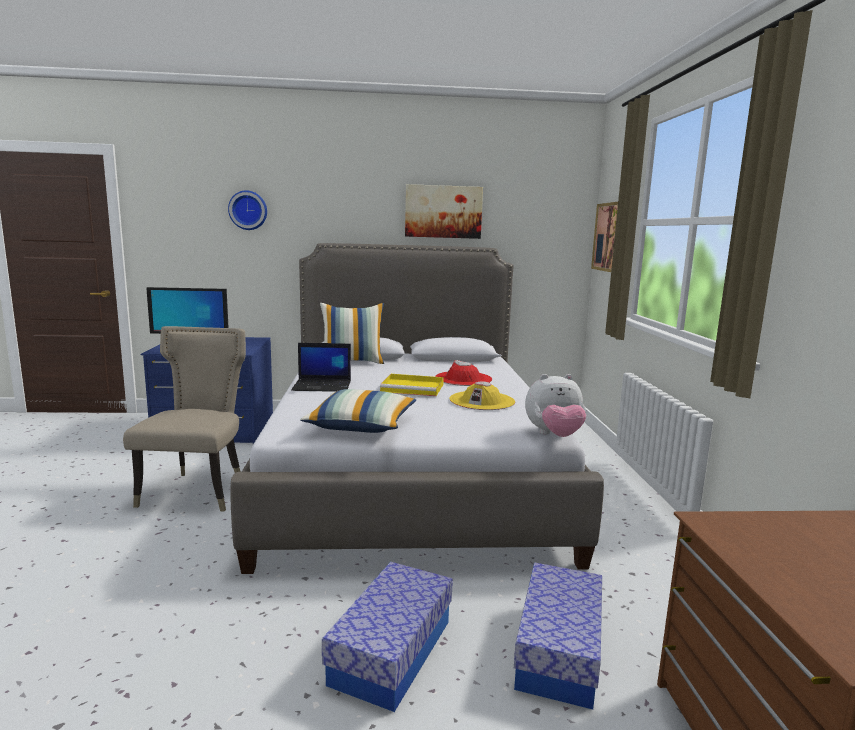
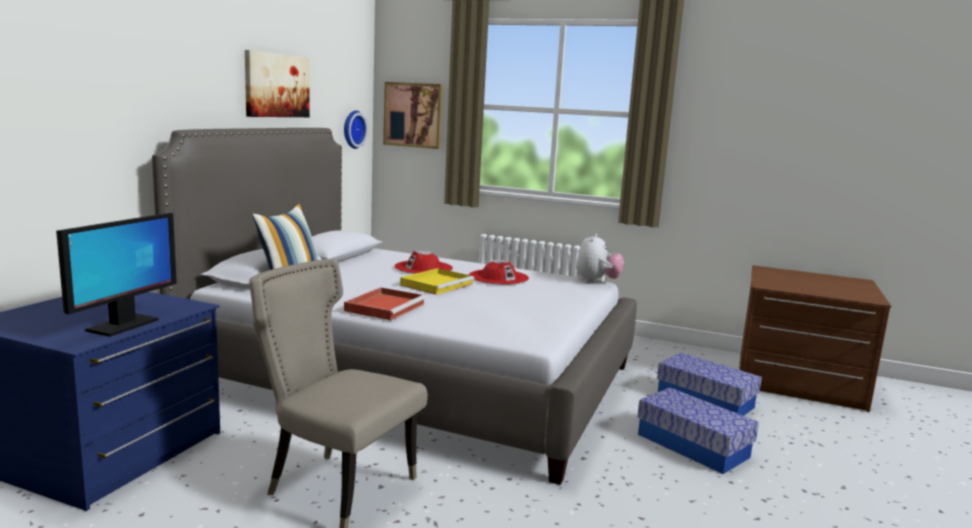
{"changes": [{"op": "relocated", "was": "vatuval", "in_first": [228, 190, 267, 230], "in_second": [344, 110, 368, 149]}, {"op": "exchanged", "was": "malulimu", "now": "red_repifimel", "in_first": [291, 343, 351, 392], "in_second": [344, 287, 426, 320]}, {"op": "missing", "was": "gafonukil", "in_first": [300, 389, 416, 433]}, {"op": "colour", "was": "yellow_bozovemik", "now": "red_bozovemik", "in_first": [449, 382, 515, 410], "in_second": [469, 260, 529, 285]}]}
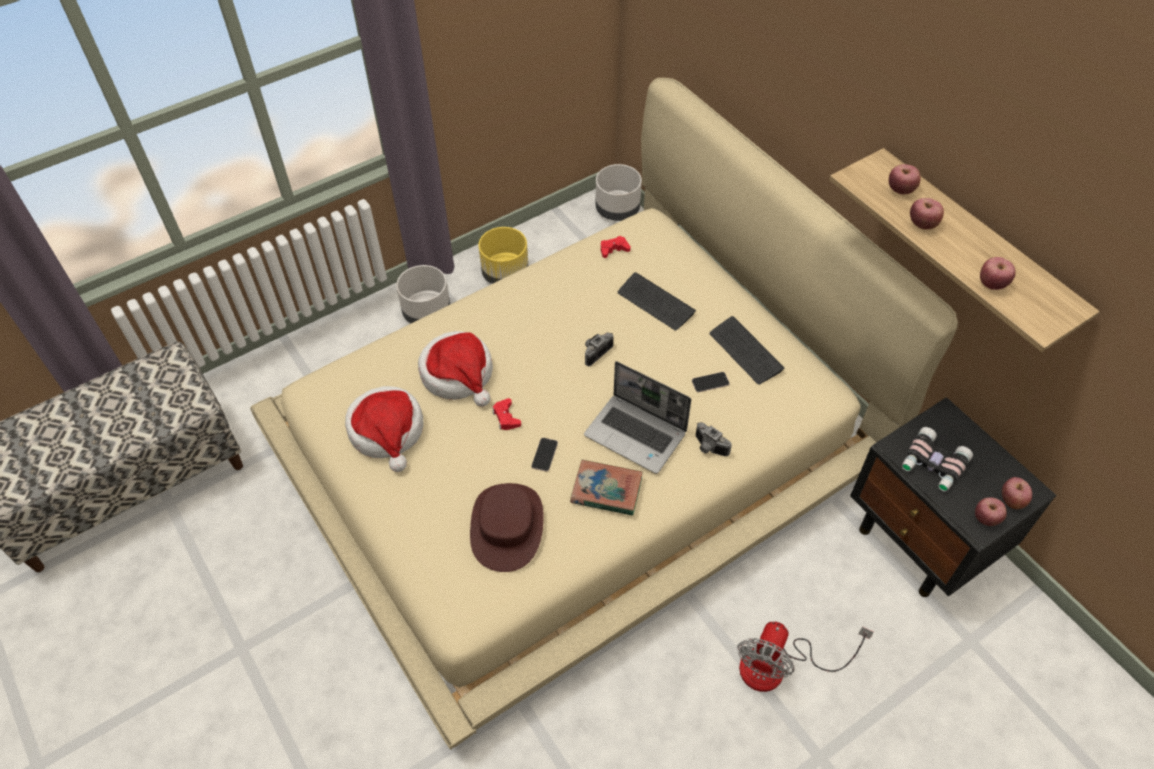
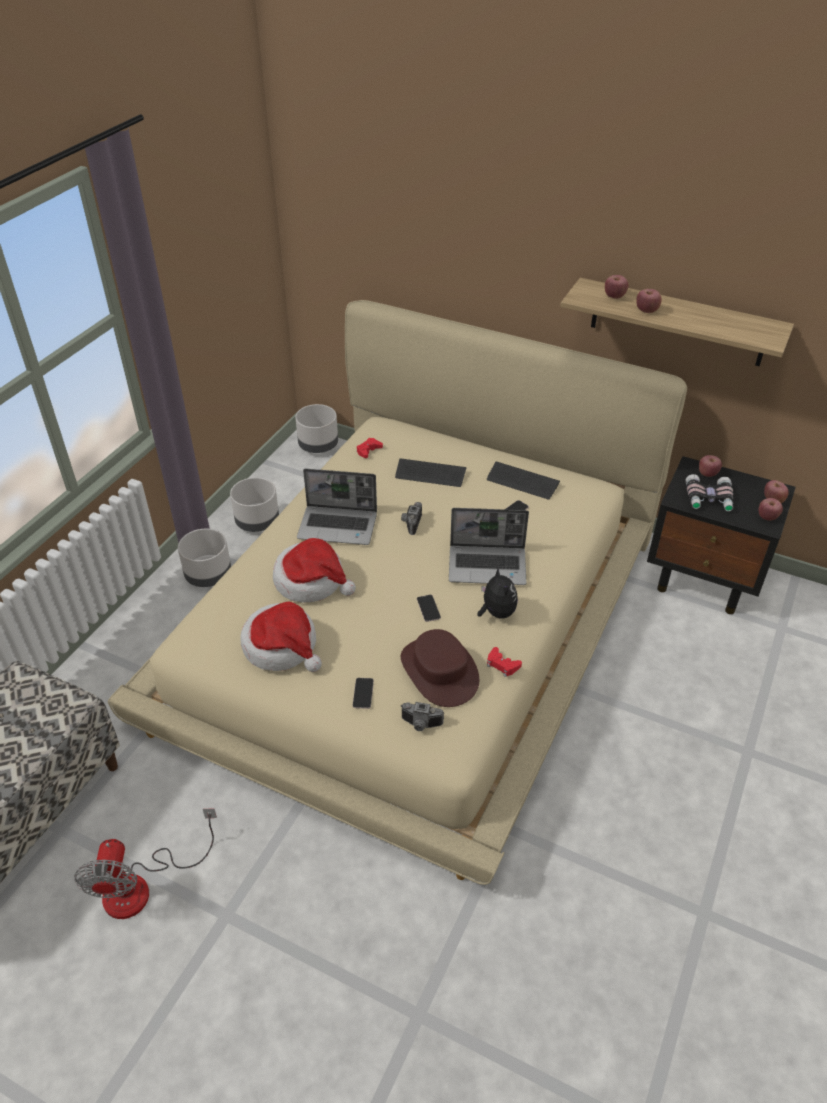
{"changes": [{"op": "colour", "was": "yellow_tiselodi", "now": "grey_tiselodi", "in_first": [479, 227, 528, 284], "in_second": [230, 477, 279, 532]}, {"op": "relocated", "was": "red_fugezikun", "in_first": [493, 398, 521, 430], "in_second": [487, 647, 522, 677]}, {"op": "exchanged", "was": "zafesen", "now": "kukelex", "in_first": [570, 460, 643, 515], "in_second": [477, 567, 518, 619]}, {"op": "relocated", "was": "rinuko", "in_first": [696, 422, 732, 456], "in_second": [401, 702, 445, 731]}, {"op": "relocated", "was": "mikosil", "in_first": [737, 622, 874, 692], "in_second": [74, 808, 217, 919]}, {"op": "relocated", "was": "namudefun", "in_first": [980, 257, 1016, 290], "in_second": [699, 455, 722, 477]}, {"op": "appeared", "now": "malulimu", "in_second": [297, 469, 377, 545]}, {"op": "appeared", "now": "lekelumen", "in_second": [353, 678, 374, 709]}]}
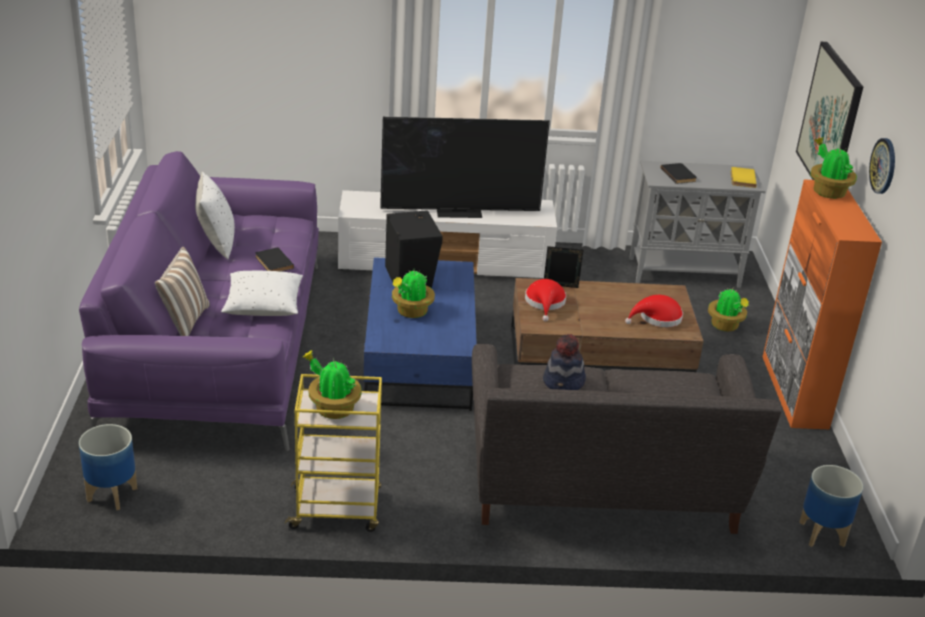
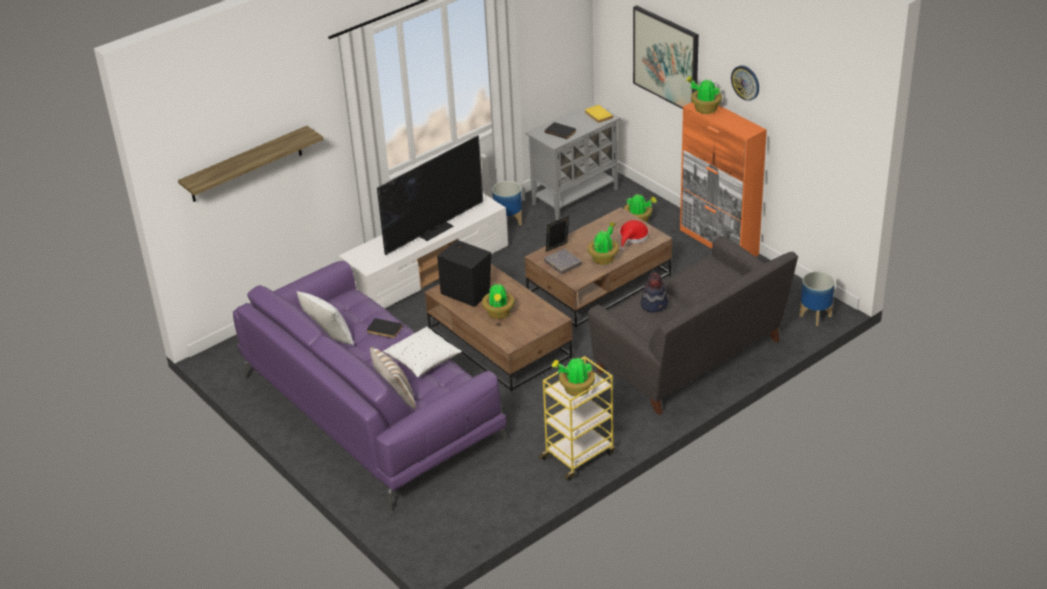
{"changes": [{"op": "relocated", "was": "tiselodi", "in_first": [79, 424, 137, 510], "in_second": [492, 181, 522, 225]}, {"op": "colour", "was": "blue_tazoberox", "now": "brown_tazoberox", "in_first": [364, 257, 477, 411], "in_second": [425, 264, 572, 392]}, {"op": "exchanged", "was": "red_bozovemik", "now": "grey_zafesen", "in_first": [525, 279, 566, 321], "in_second": [544, 248, 582, 274]}, {"op": "appeared", "now": "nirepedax", "in_second": [178, 126, 324, 202]}, {"op": "appeared", "now": "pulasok", "in_second": [588, 222, 619, 265]}]}
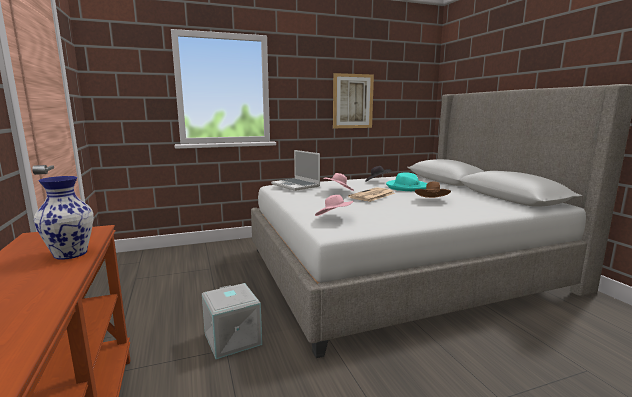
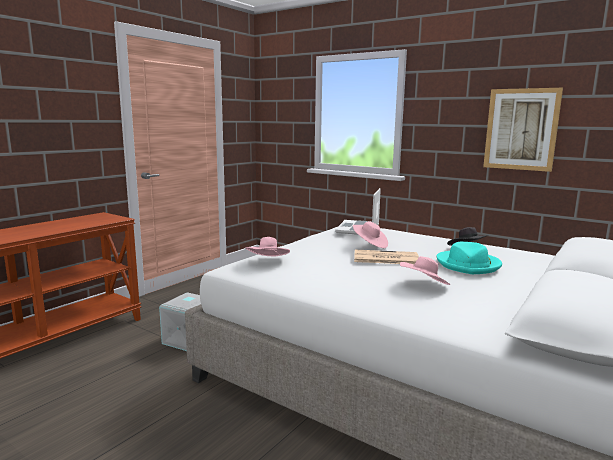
{"changes": [{"op": "missing", "was": "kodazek", "in_first": [34, 176, 94, 260]}, {"op": "colour", "was": "brown_bozovemik", "now": "pink_bozovemik", "in_first": [415, 182, 451, 198], "in_second": [400, 256, 450, 285]}]}
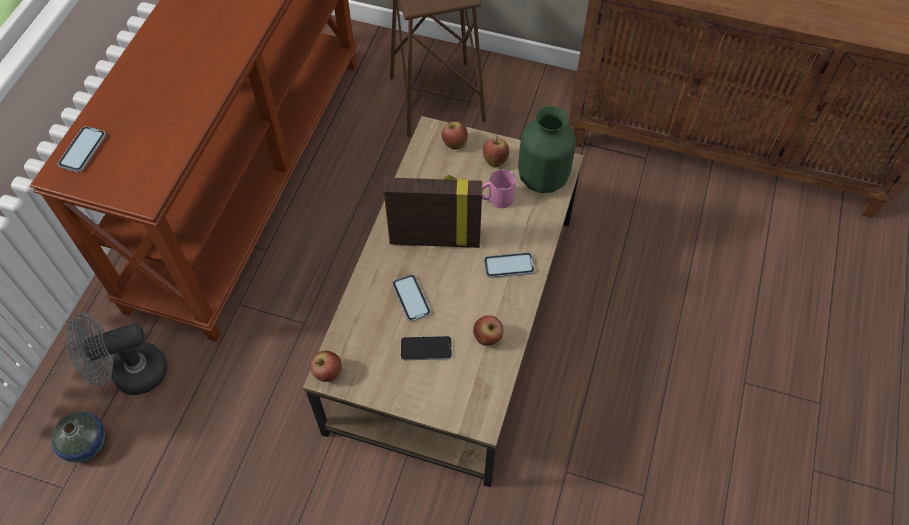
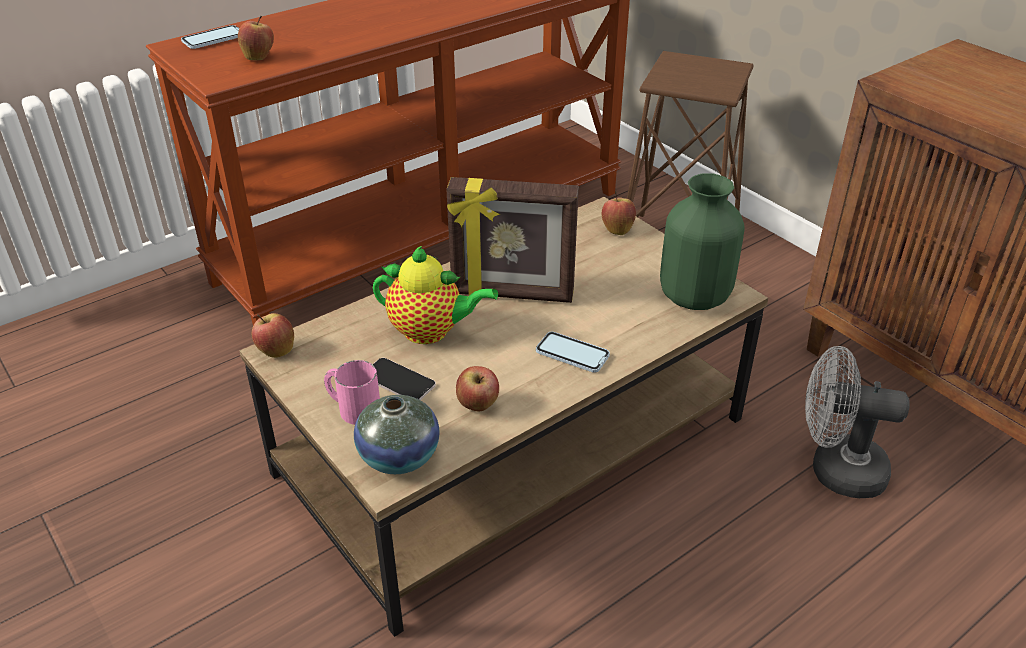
{"changes": [{"op": "relocated", "was": "kodazek", "in_first": [51, 412, 105, 462], "in_second": [354, 395, 439, 474]}, {"op": "relocated", "was": "grey_mikosil", "in_first": [66, 313, 167, 395], "in_second": [805, 346, 910, 498]}, {"op": "spun", "was": "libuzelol", "in_first": [384, 175, 483, 248], "in_second": [446, 177, 579, 303], "clockwise": 150}, {"op": "exchanged", "was": "lekelumen", "now": "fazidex", "in_first": [392, 274, 431, 322], "in_second": [373, 246, 498, 344]}, {"op": "relocated", "was": "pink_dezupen", "in_first": [482, 169, 516, 208], "in_second": [324, 360, 380, 425]}, {"op": "relocated", "was": "namudefun", "in_first": [483, 136, 509, 168], "in_second": [238, 16, 274, 60]}]}
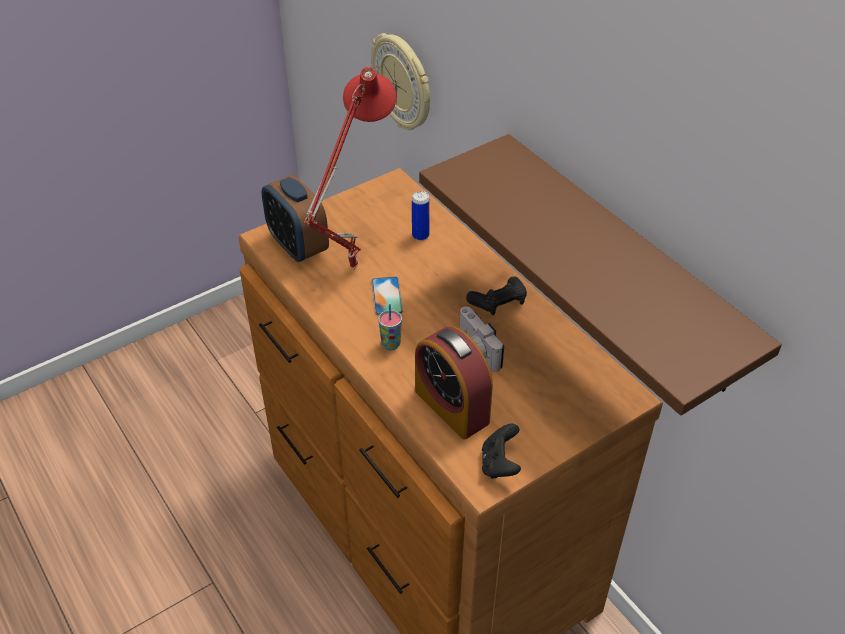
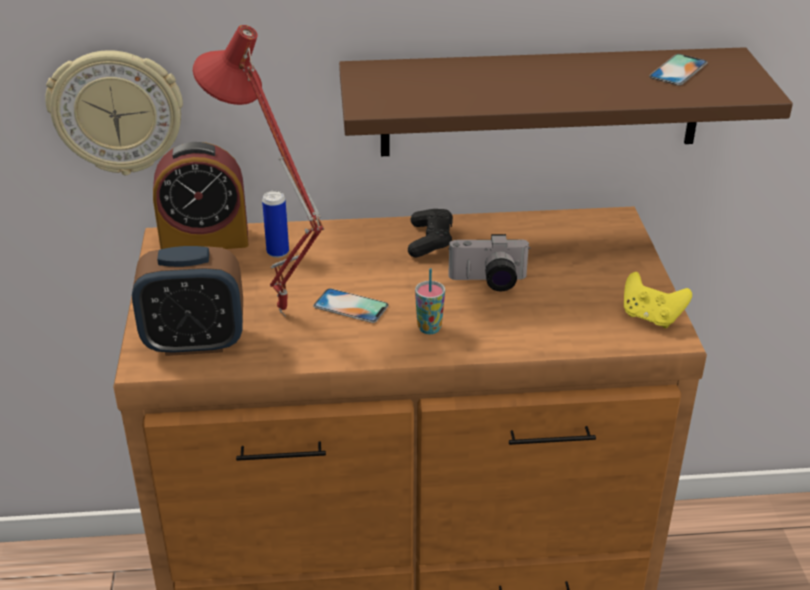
{"changes": [{"op": "relocated", "was": "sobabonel", "in_first": [415, 326, 493, 439], "in_second": [153, 142, 248, 249]}, {"op": "colour", "was": "black_fugezikun", "now": "yellow_fugezikun", "in_first": [482, 424, 521, 479], "in_second": [624, 272, 692, 328]}, {"op": "appeared", "now": "lekelumen", "in_second": [649, 54, 708, 85]}]}
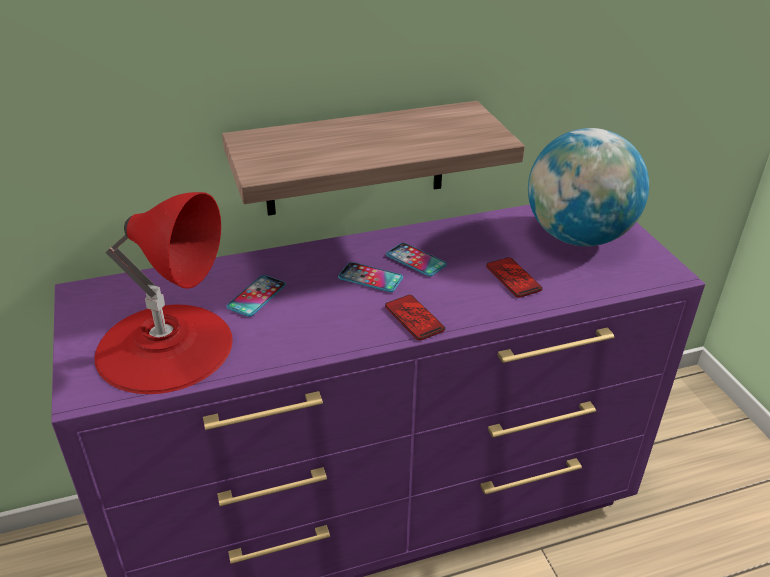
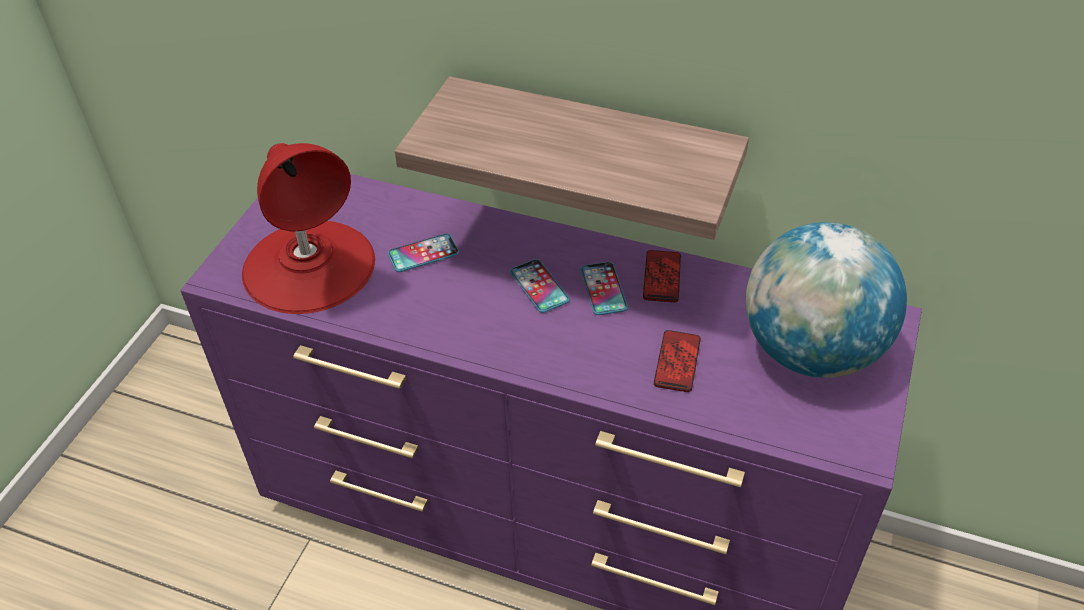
{"changes": [{"op": "relocated", "was": "lekelumen", "in_first": [385, 295, 445, 341], "in_second": [643, 250, 681, 302]}]}
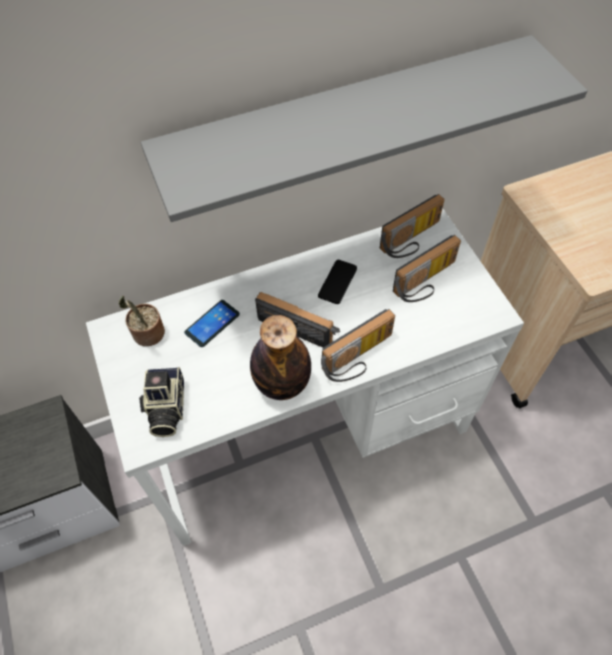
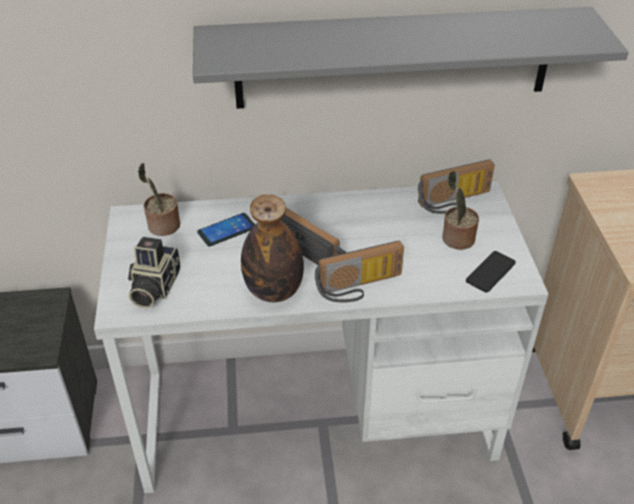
{"changes": [{"op": "relocated", "was": "lekelumen", "in_first": [318, 260, 357, 304], "in_second": [466, 251, 516, 293]}, {"op": "exchanged", "was": "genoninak", "now": "pulasok", "in_first": [393, 235, 461, 302], "in_second": [442, 171, 479, 250]}]}
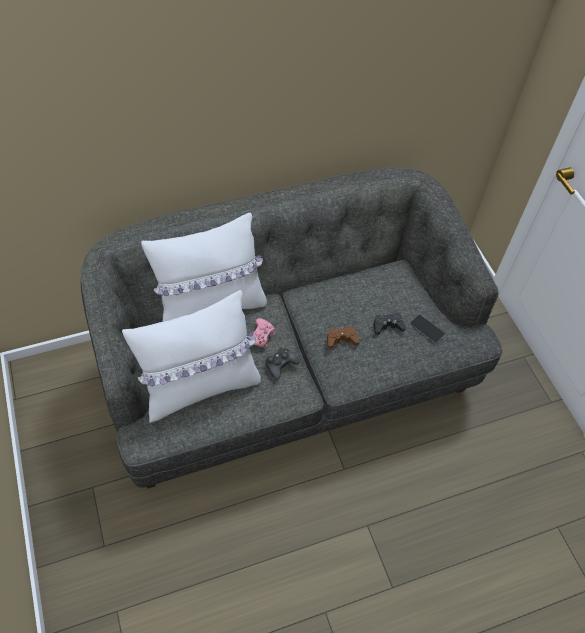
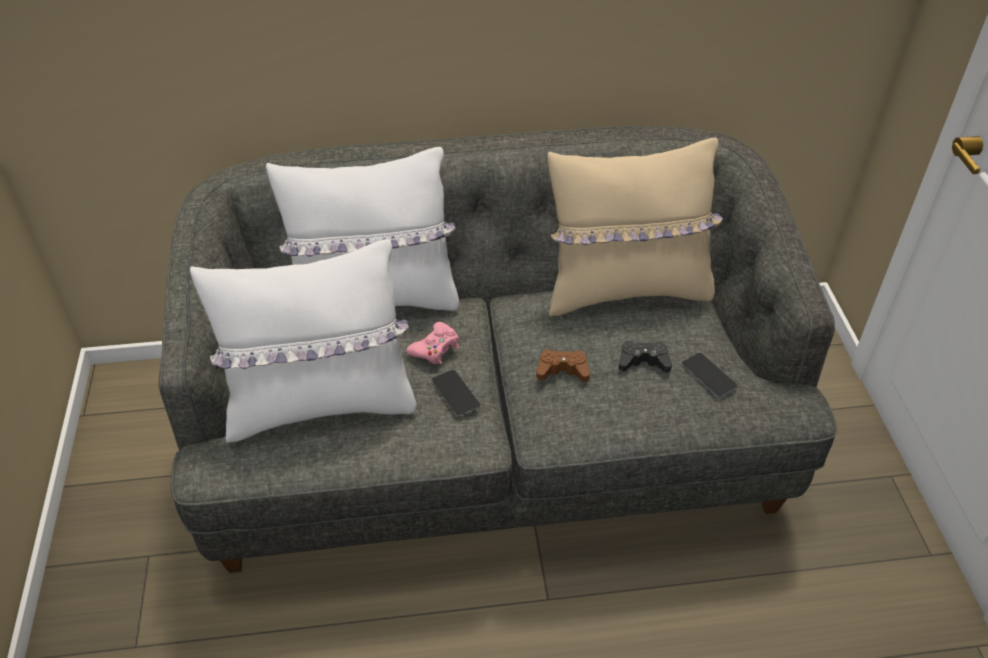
{"changes": [{"op": "exchanged", "was": "black_fugezikun", "now": "lekelumen", "in_first": [266, 348, 300, 380], "in_second": [432, 370, 480, 416]}, {"op": "appeared", "now": "beige_gafonukil", "in_second": [547, 137, 723, 317]}]}
